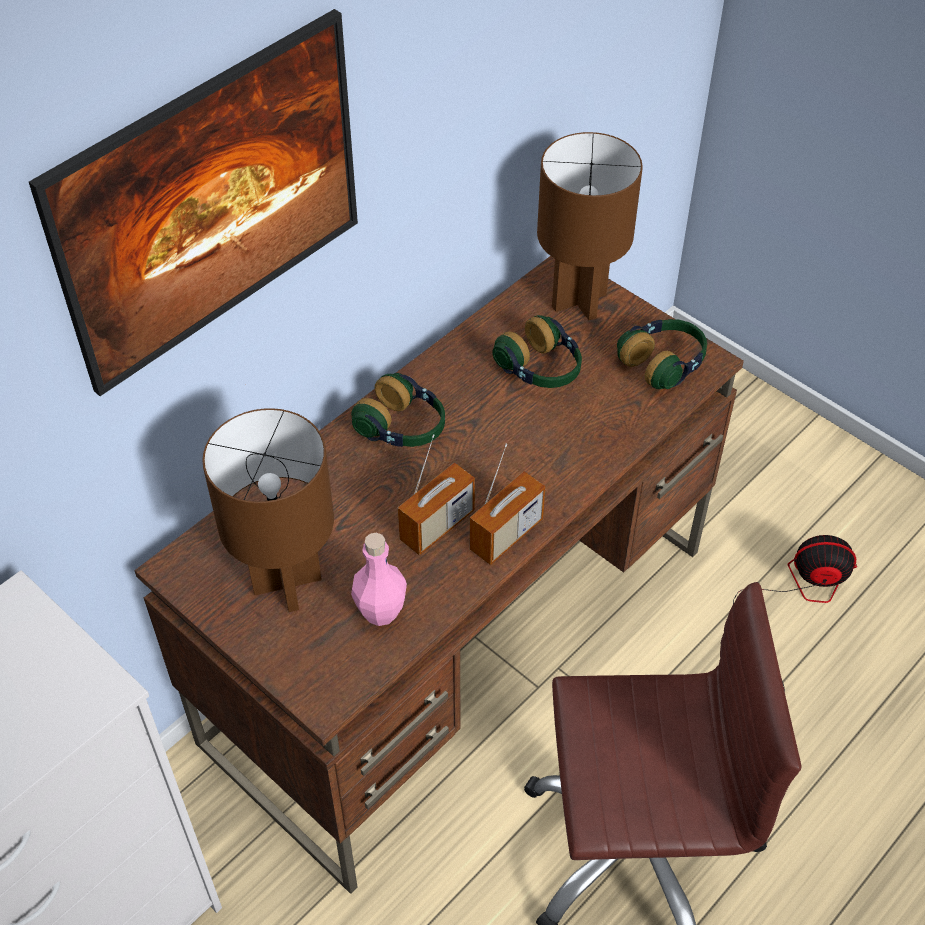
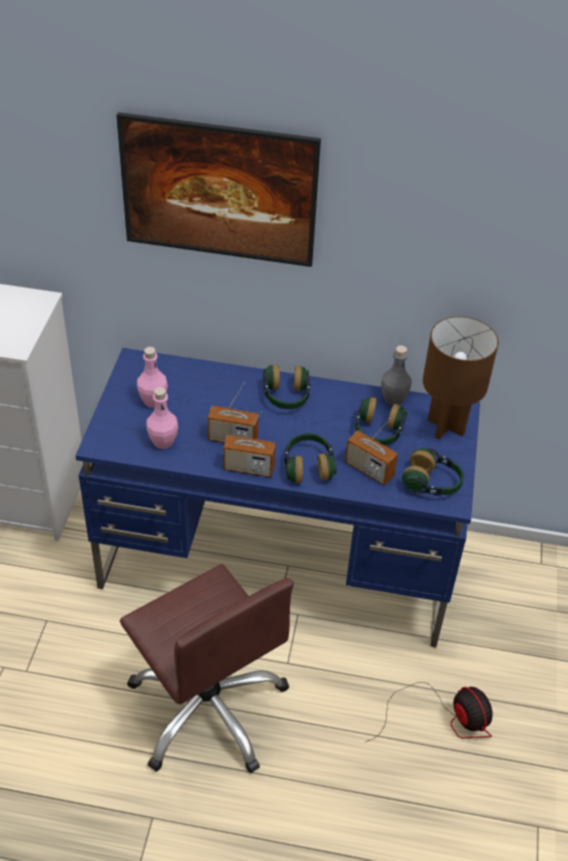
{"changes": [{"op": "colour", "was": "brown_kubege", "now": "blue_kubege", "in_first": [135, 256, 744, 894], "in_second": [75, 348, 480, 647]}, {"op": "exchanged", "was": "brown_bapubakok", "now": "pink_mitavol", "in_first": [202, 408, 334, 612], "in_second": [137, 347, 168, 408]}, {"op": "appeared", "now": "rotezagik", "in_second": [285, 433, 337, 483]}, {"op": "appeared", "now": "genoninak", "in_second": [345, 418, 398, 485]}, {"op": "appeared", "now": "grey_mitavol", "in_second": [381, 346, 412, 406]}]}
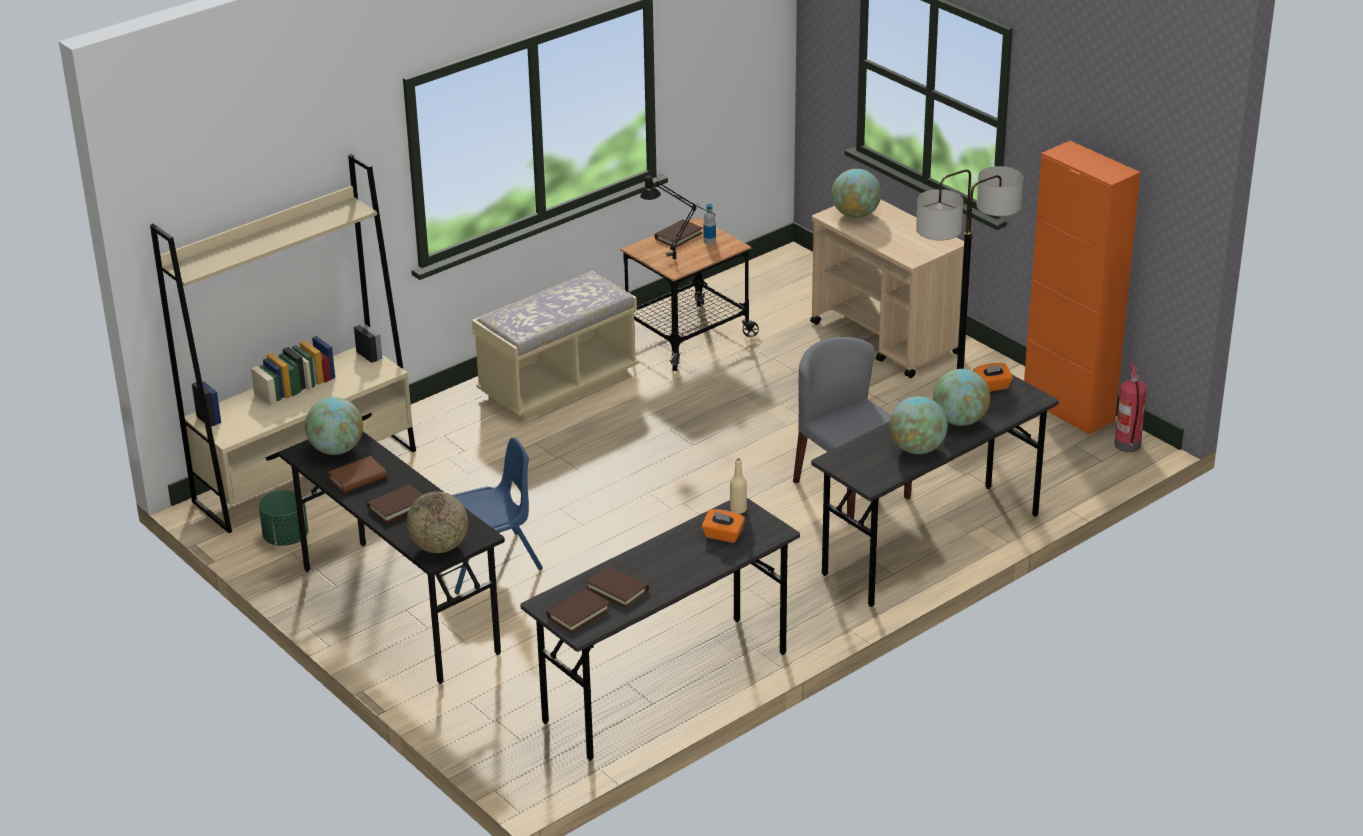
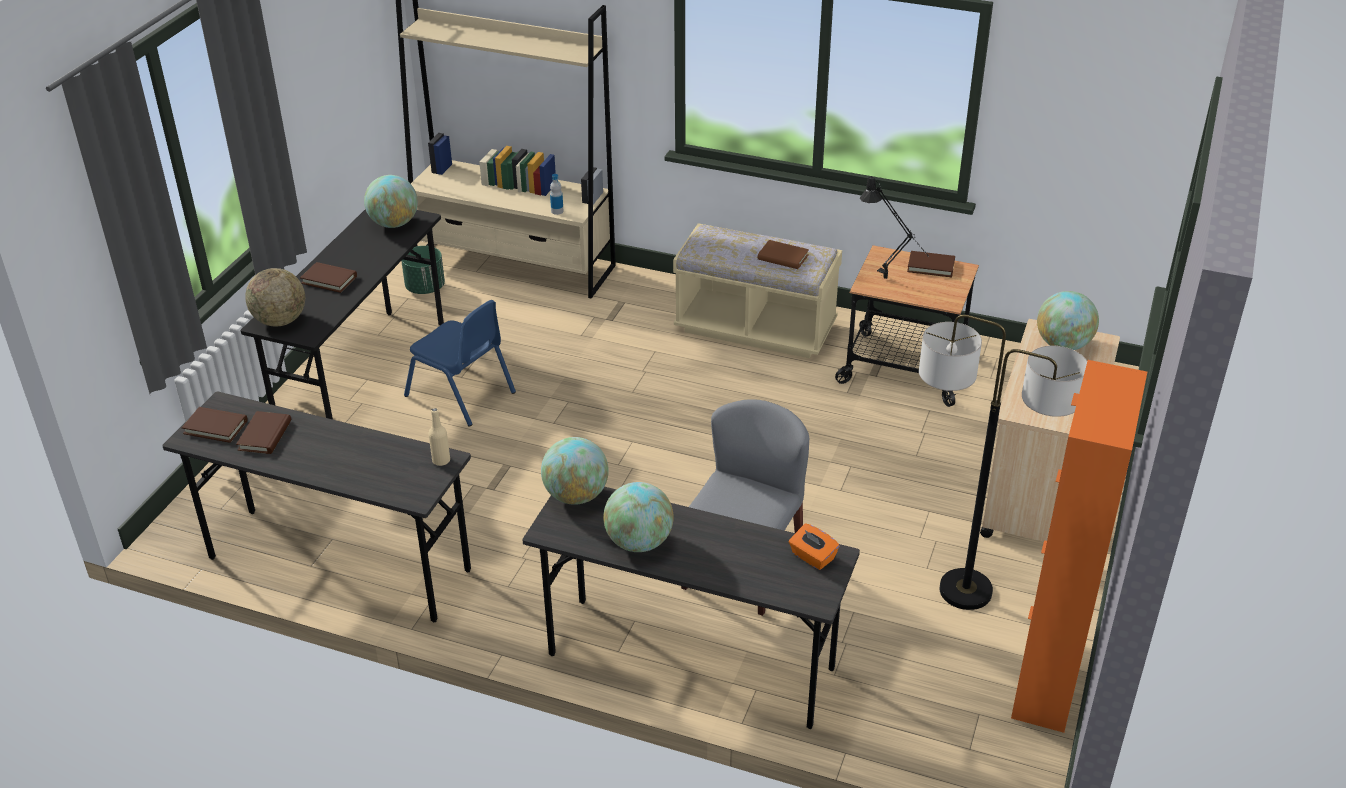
{"changes": [{"op": "relocated", "was": "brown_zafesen", "in_first": [328, 456, 387, 493], "in_second": [758, 240, 809, 269]}, {"op": "missing", "was": "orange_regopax", "in_first": [702, 509, 745, 543]}, {"op": "relocated", "was": "mitavol", "in_first": [703, 204, 716, 244], "in_second": [550, 174, 564, 215]}, {"op": "relocated", "was": "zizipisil", "in_first": [933, 369, 990, 426], "in_second": [541, 437, 609, 505]}, {"op": "missing", "was": "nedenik", "in_first": [1114, 363, 1147, 452]}]}
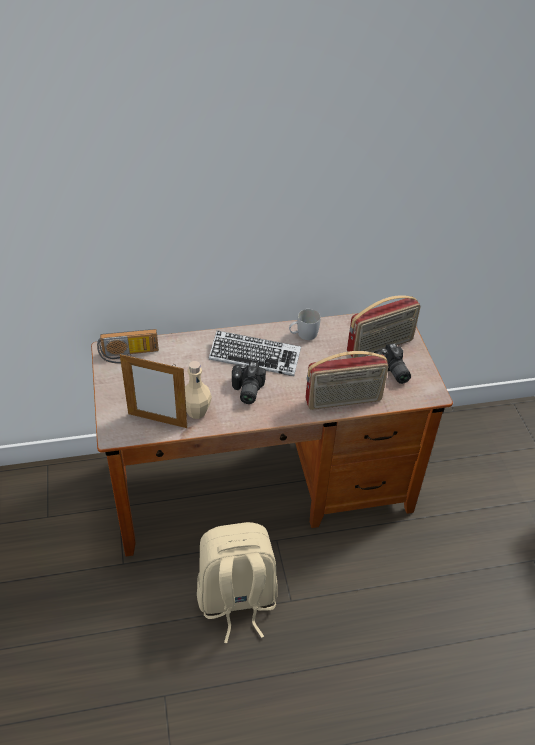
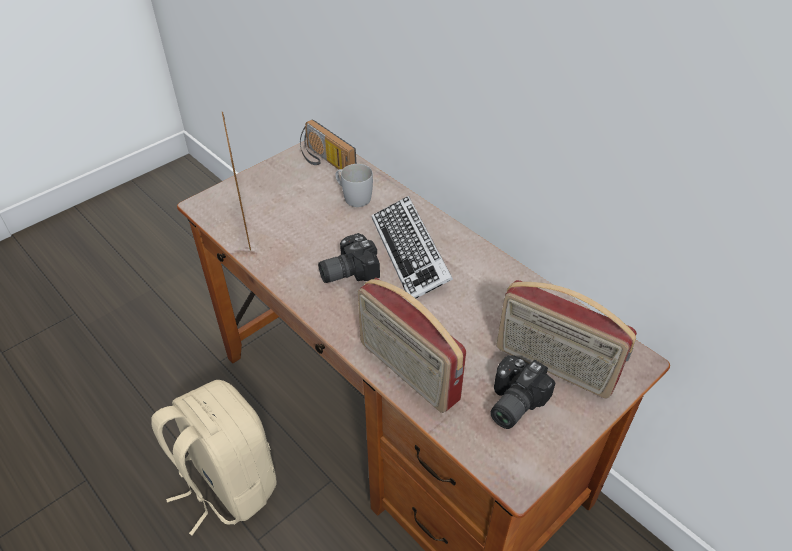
{"changes": [{"op": "missing", "was": "beige_mitavol", "in_first": [185, 361, 212, 419]}, {"op": "relocated", "was": "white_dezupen", "in_first": [289, 309, 321, 340], "in_second": [336, 164, 373, 207]}]}
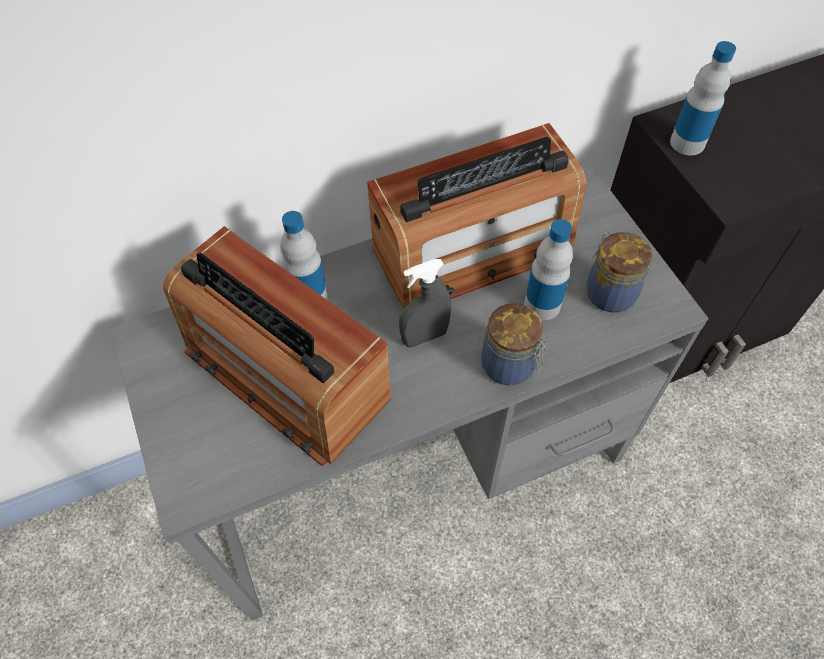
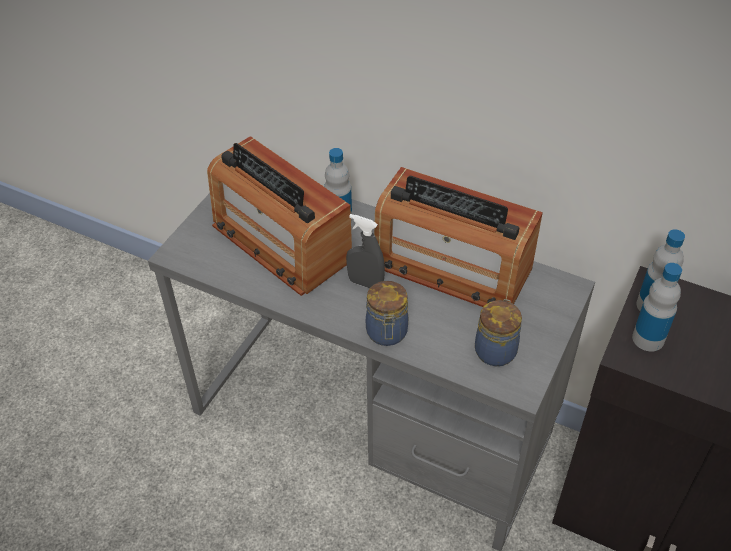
{"changes": [{"op": "spun", "was": "genoninak", "in_first": [163, 226, 391, 467], "in_second": [207, 136, 352, 296], "clockwise": -45}, {"op": "relocated", "was": "mitavol", "in_first": [524, 219, 573, 320], "in_second": [632, 263, 682, 351]}]}
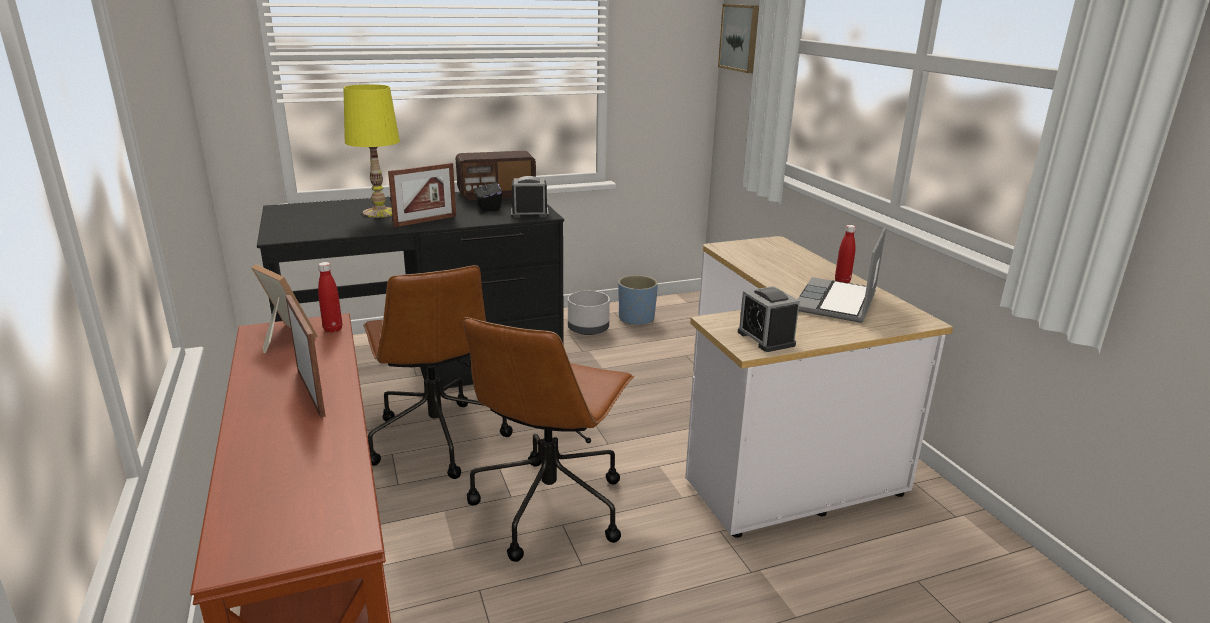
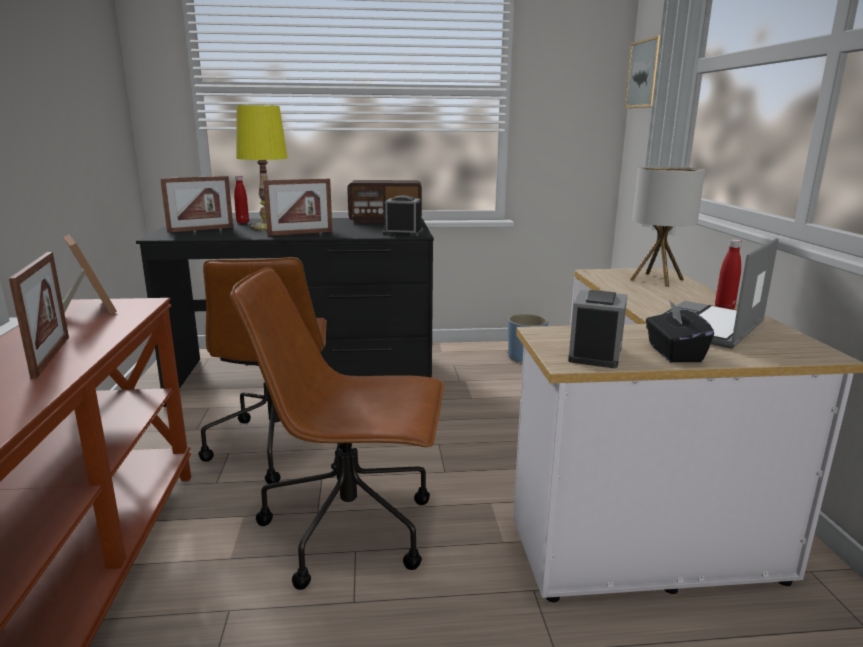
{"changes": [{"op": "relocated", "was": "red_mitavol", "in_first": [318, 262, 342, 333], "in_second": [234, 176, 249, 223]}, {"op": "spun", "was": "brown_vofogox", "in_first": [463, 317, 634, 562], "in_second": [230, 267, 444, 590], "clockwise": 60}, {"op": "relocated", "was": "black_regopax", "in_first": [474, 178, 502, 211], "in_second": [646, 300, 714, 362]}, {"op": "missing", "was": "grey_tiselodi", "in_first": [568, 291, 610, 335]}, {"op": "spun", "was": "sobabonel", "in_first": [738, 286, 800, 352], "in_second": [568, 290, 628, 368], "clockwise": -150}, {"op": "appeared", "now": "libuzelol", "in_second": [160, 176, 233, 233]}, {"op": "appeared", "now": "bapubakok", "in_second": [630, 166, 705, 287]}]}
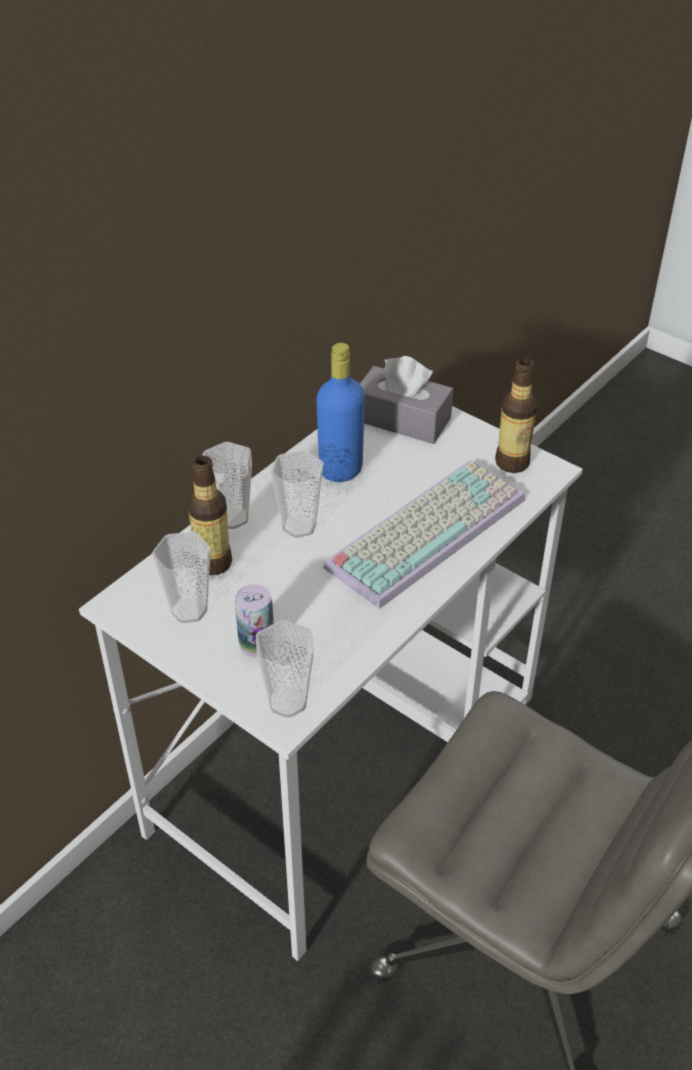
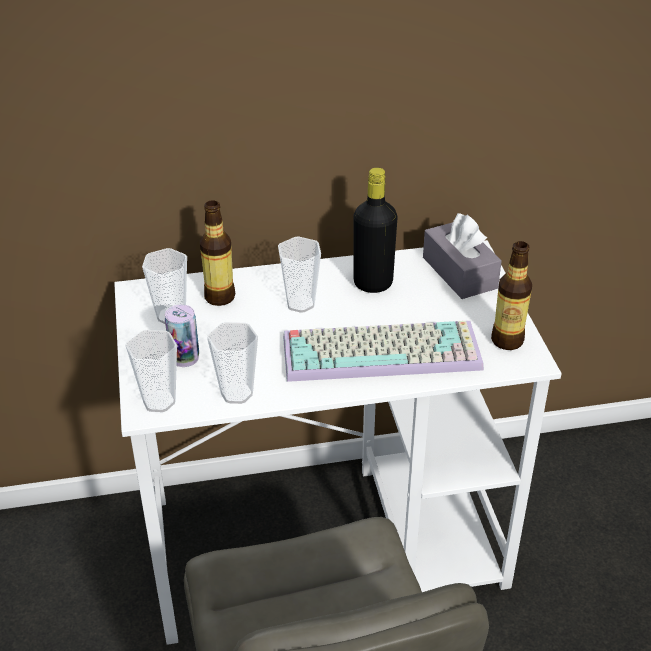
{"changes": [{"op": "relocated", "was": "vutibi", "in_first": [203, 442, 252, 529], "in_second": [207, 322, 258, 404]}, {"op": "colour", "was": "blue_mitavol", "now": "black_mitavol", "in_first": [316, 343, 365, 482], "in_second": [353, 168, 397, 293]}]}
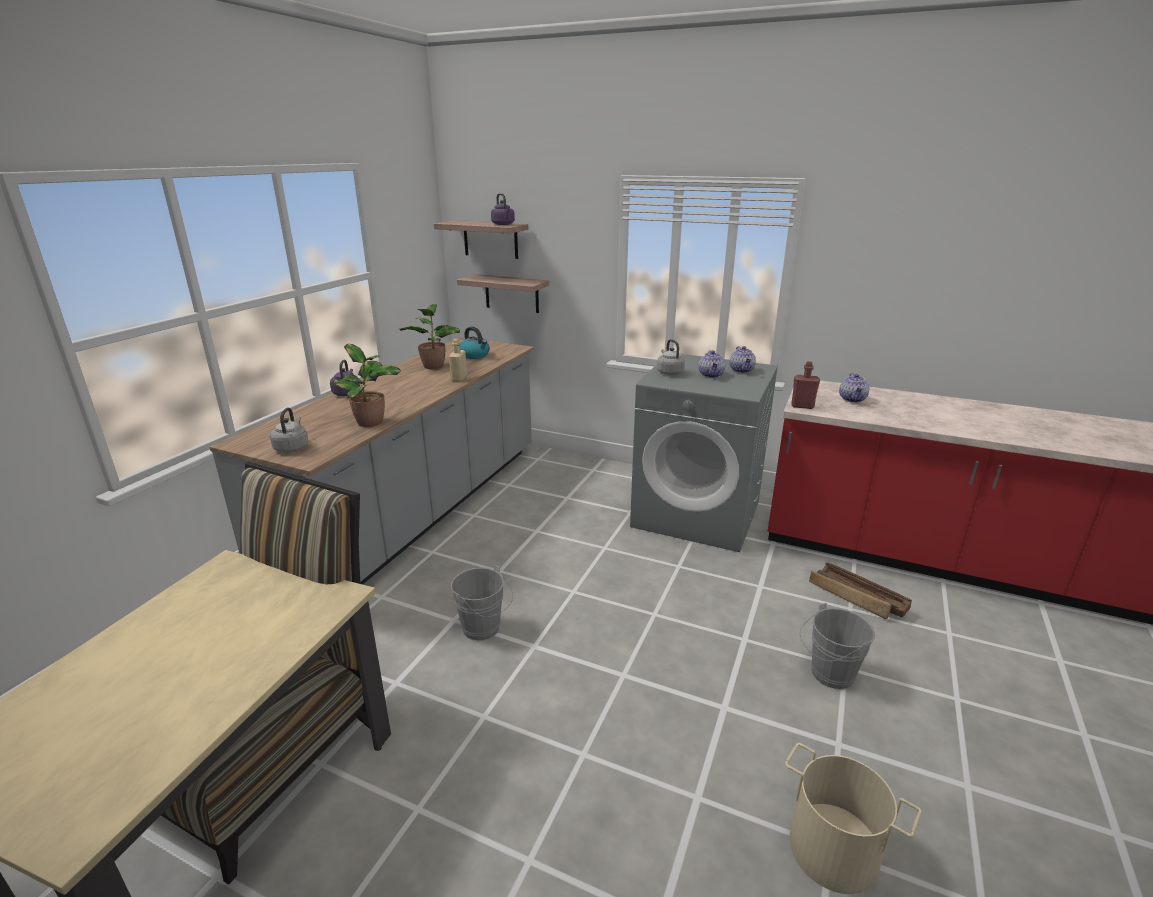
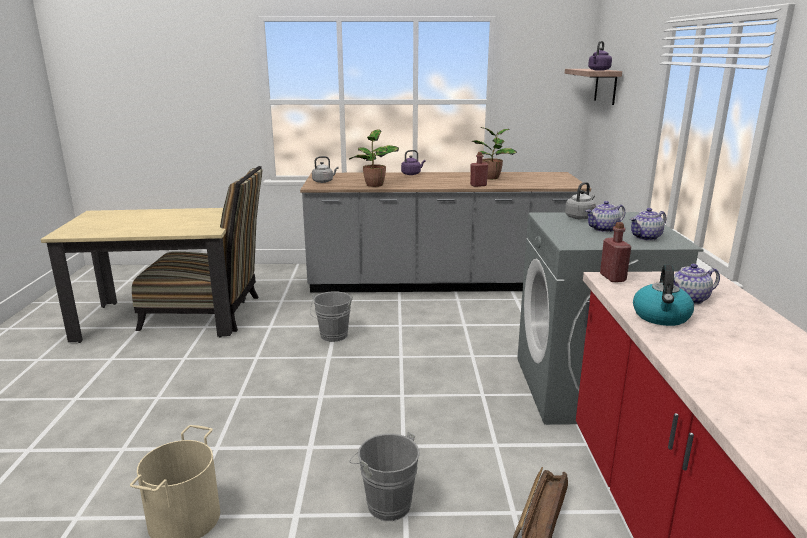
{"changes": [{"op": "colour", "was": "beige_mitavol", "now": "red_mitavol", "in_first": [449, 339, 467, 381], "in_second": [470, 152, 488, 187]}, {"op": "missing", "was": "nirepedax", "in_first": [457, 274, 549, 313]}, {"op": "relocated", "was": "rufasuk", "in_first": [460, 326, 490, 359], "in_second": [633, 265, 694, 326]}]}
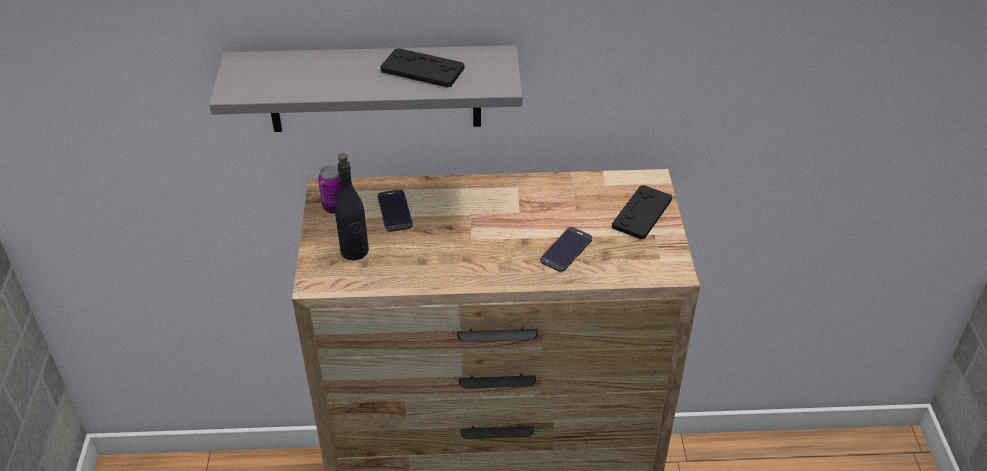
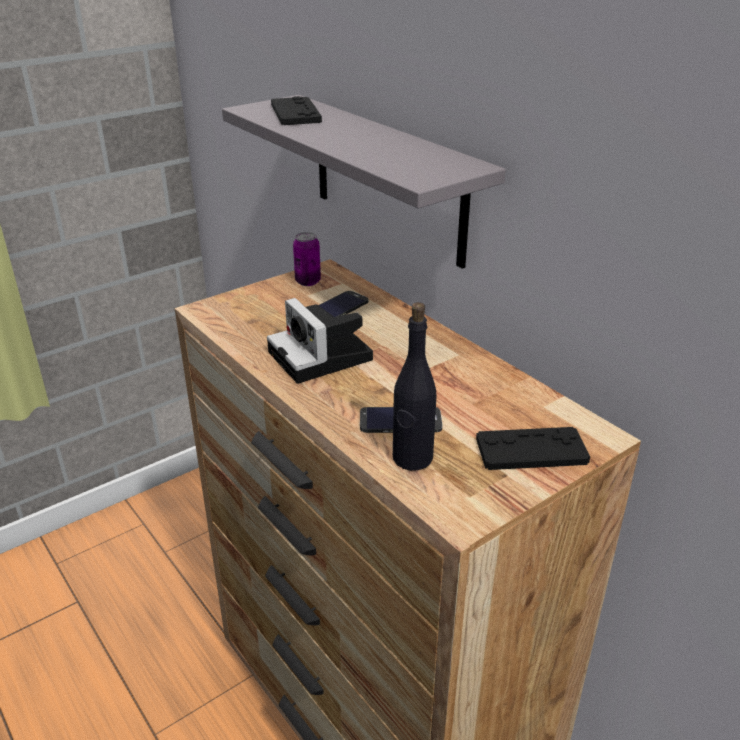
{"changes": [{"op": "relocated", "was": "black_mitavol", "in_first": [335, 153, 369, 260], "in_second": [393, 302, 437, 471]}, {"op": "relocated", "was": "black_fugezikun", "in_first": [381, 48, 464, 88], "in_second": [271, 96, 322, 125]}, {"op": "appeared", "now": "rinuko", "in_second": [267, 298, 373, 384]}]}
